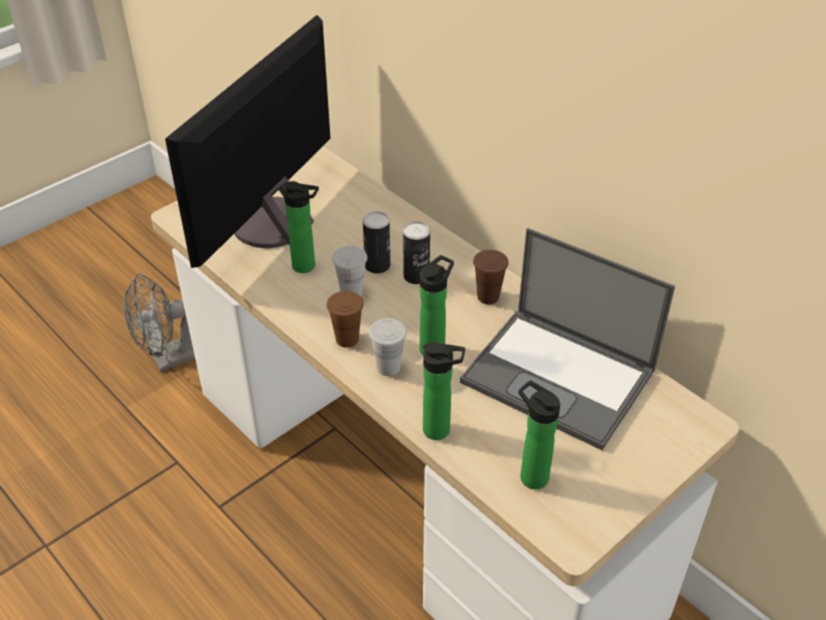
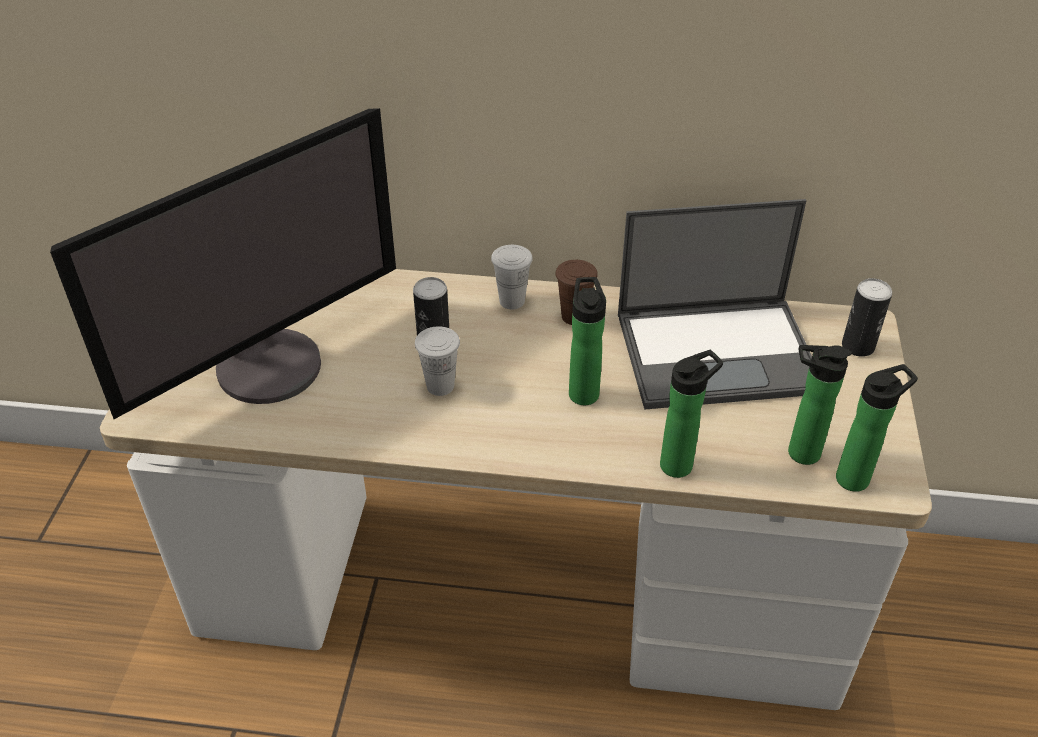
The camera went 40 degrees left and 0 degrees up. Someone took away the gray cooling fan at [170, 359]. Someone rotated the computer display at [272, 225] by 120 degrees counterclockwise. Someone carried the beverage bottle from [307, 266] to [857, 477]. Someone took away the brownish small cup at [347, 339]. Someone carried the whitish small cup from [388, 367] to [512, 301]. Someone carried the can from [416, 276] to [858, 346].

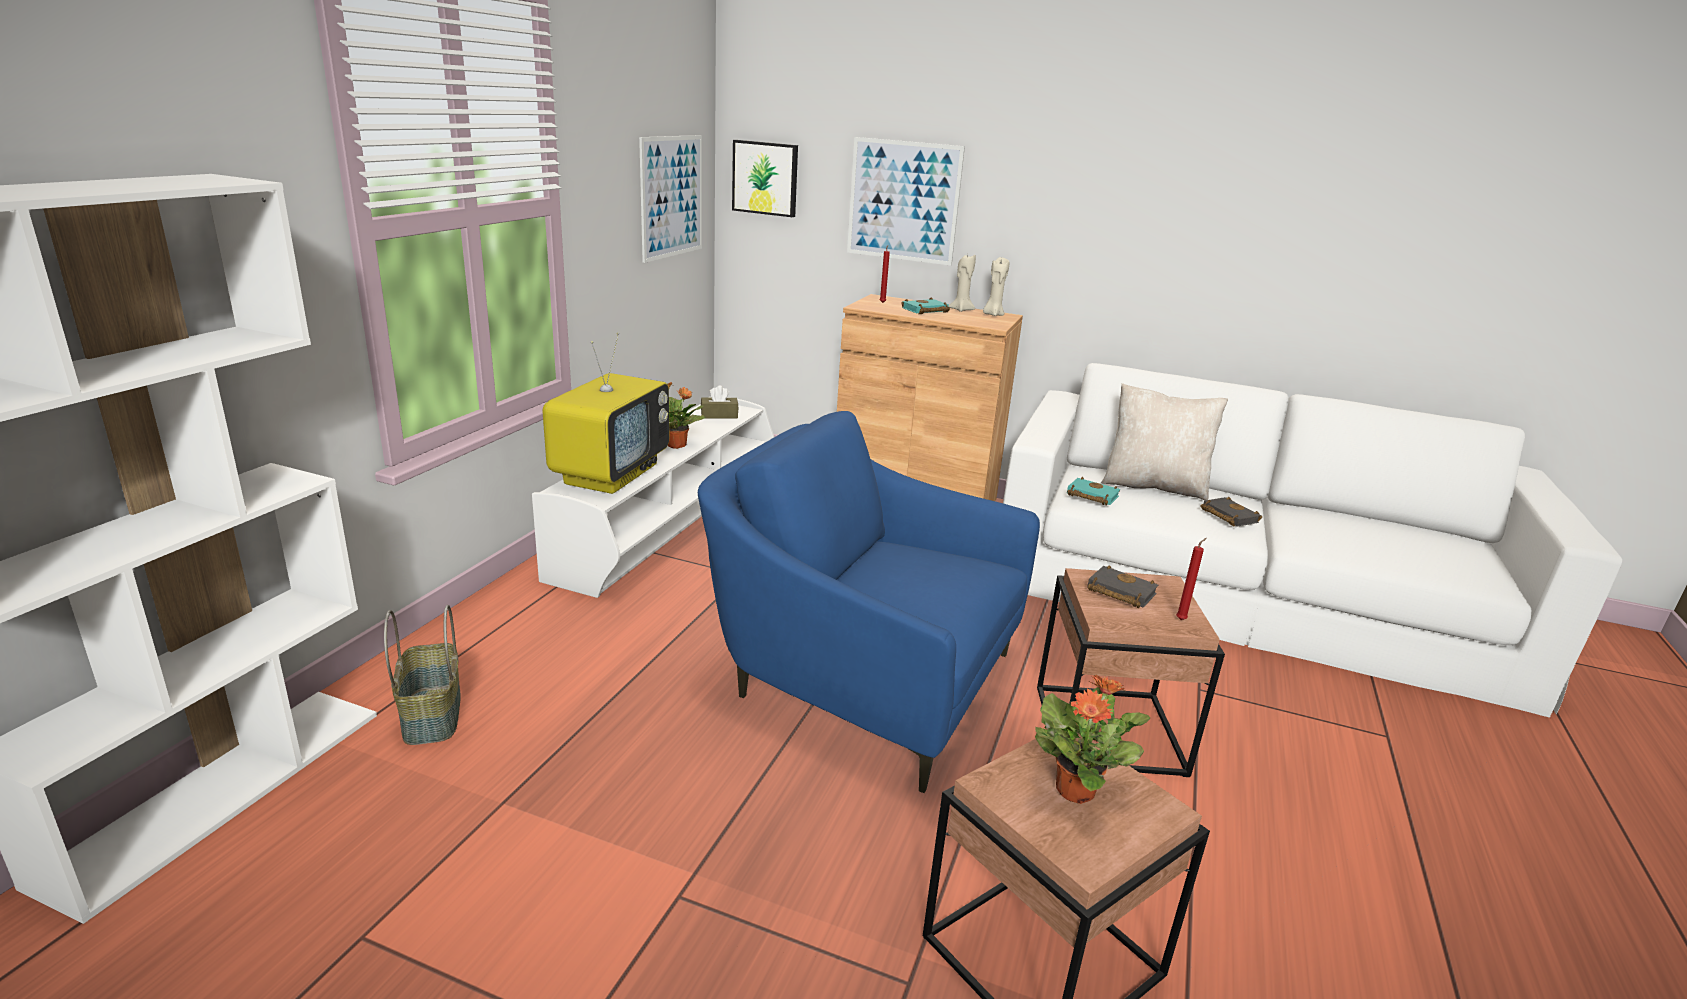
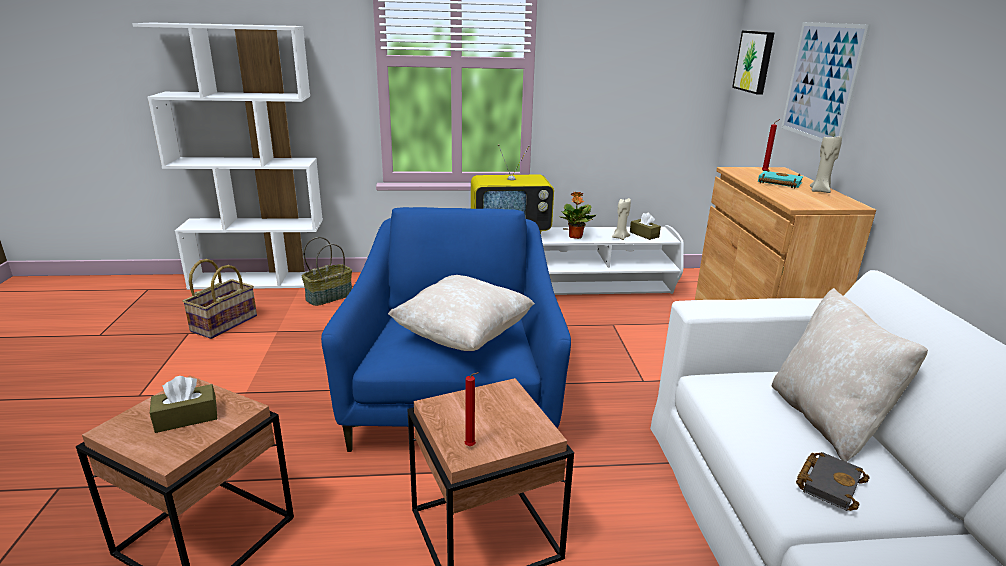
The camera went 65 degrees right and 0 degrees up. Someone took away the picture at [672, 197]. Someone carried the sand-coloured wax light from [993, 314] to [620, 237]. Someone swapped the plant in a pot at [1076, 790] for the brownish box of tissues at [186, 418]. Someone took away the turquoise-coloured volume at [1090, 496]. Someone took away the black volume at [1118, 592]. Someone put down the basket at [224, 323]. Someone put down the sand-coloured throw pillow at [463, 336].

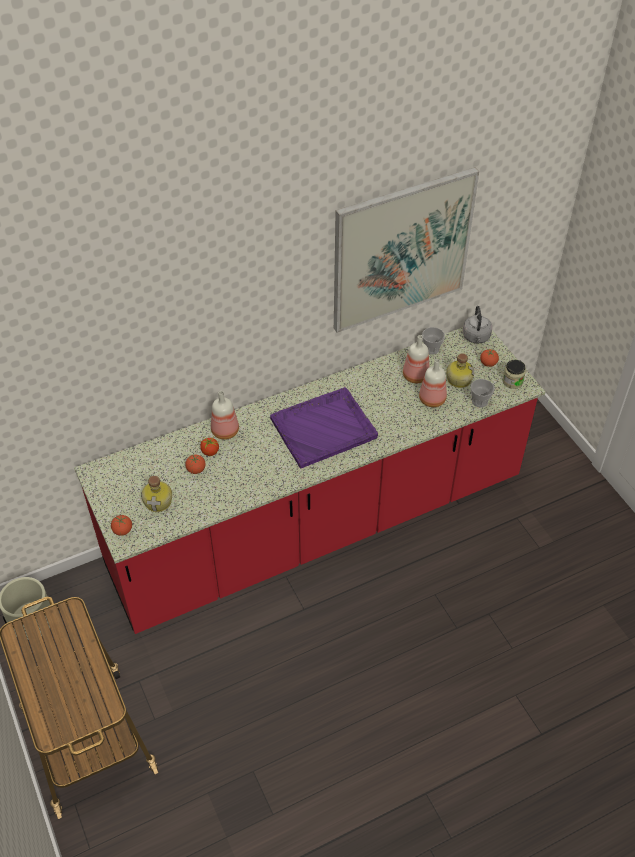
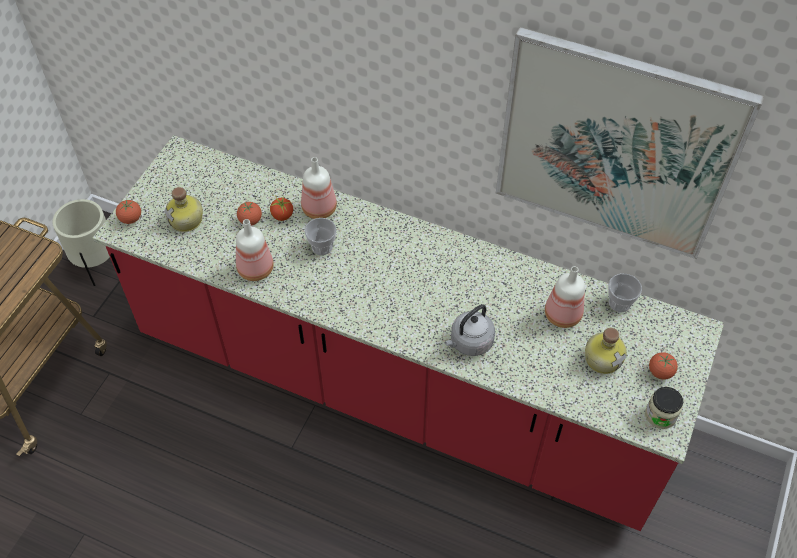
The camera went 50 degrees right and 5 degrees up. Someone took away the purplish serving tray at [324, 428]. Someone carried the beverage bottle from [433, 399] to [256, 270]. Someone carried the gray tea kettle from [476, 337] to [469, 343]. Someone carried the small cup from [479, 401] to [322, 247].

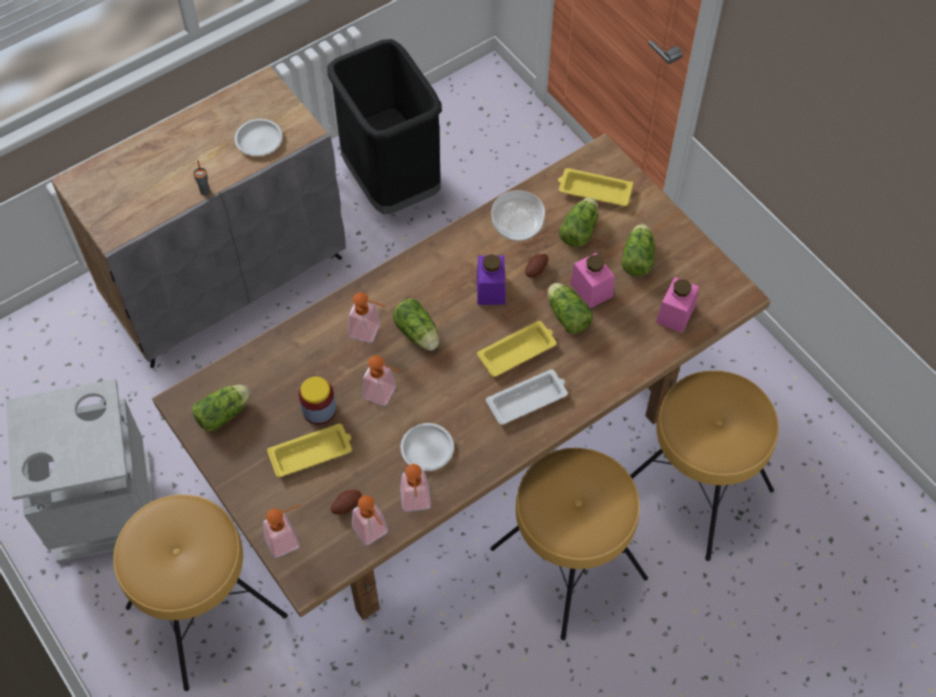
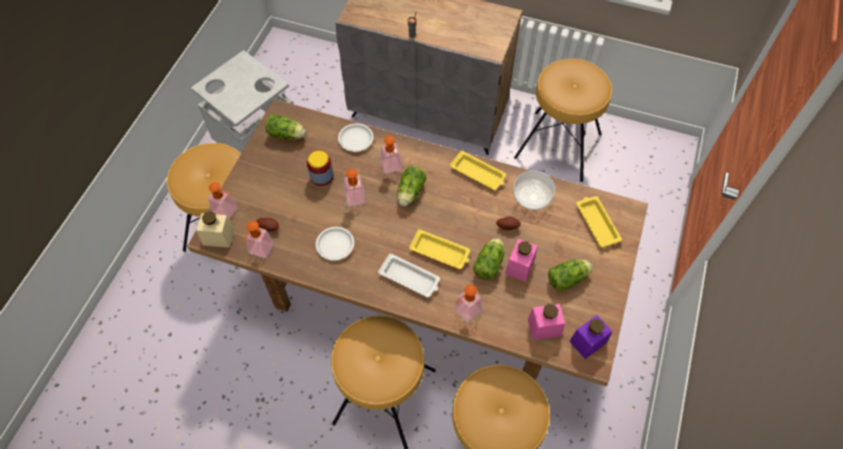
The camera went 55 degrees right and 0 degrees up. Someone carried the whitish flat dish from [258, 140] to [356, 139]. Someone carried the yellow-coloured serving tray from [312, 452] to [478, 173]. Someone swapped the black rubbish bin at [392, 183] for the brownish sitting stool at [558, 146]. Someone carried the soap dispenser from [416, 504] to [464, 313]. Someone carried the purplish preserve jar from [491, 289] to [588, 342]. Someone took away the head of lettuce at [580, 229]. Someone put down the sand-coloured preserve jar at [218, 237].

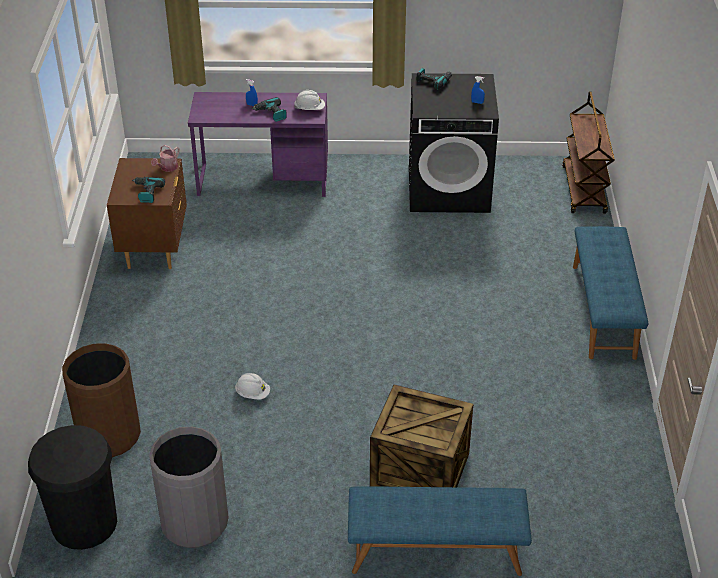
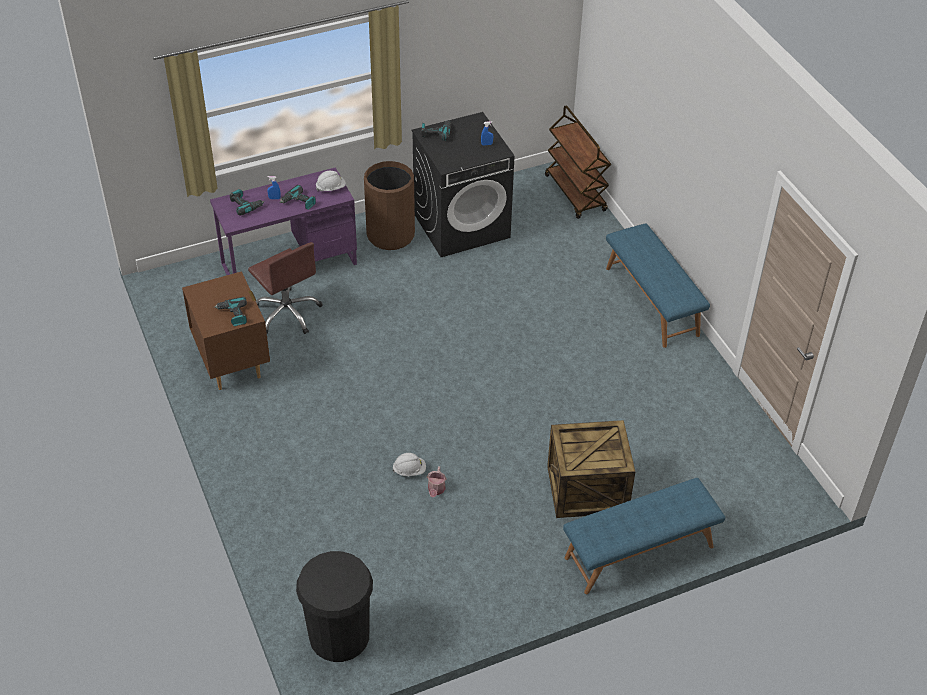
The camera went 25 degrees left and 5 degrees up. Someone carried the brownish rubbish bin from [109, 435] to [390, 235]. Someone took away the gray rubbish bin at [194, 522]. Someone carried the watering pot from [167, 168] to [436, 490]. Someone put down the electric drill at [245, 205]. Someone put down the brownish office chair at [287, 313].

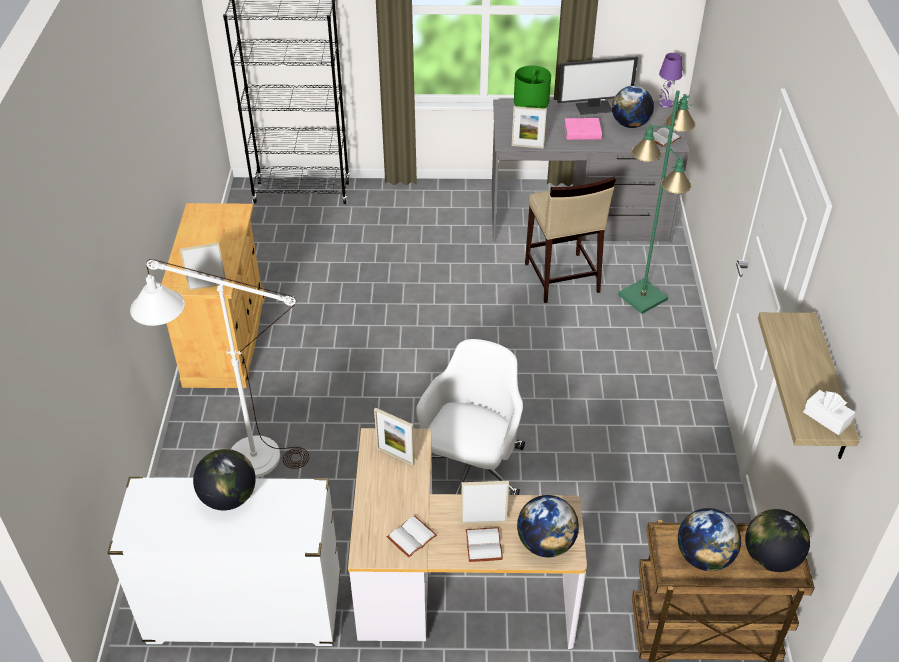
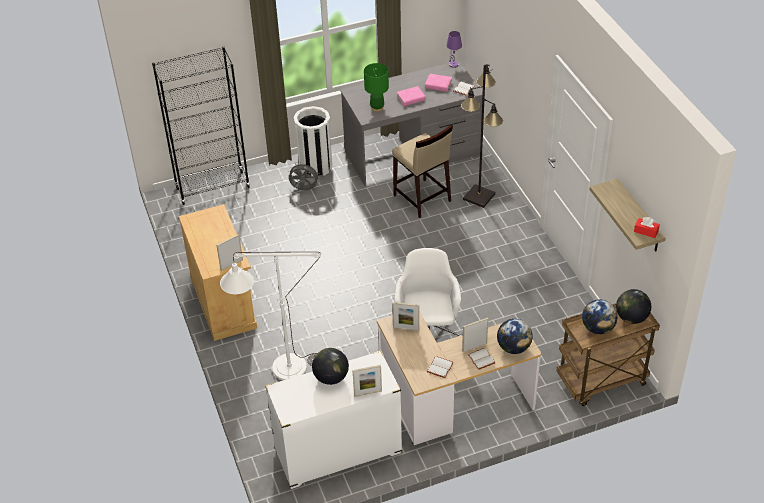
The camera went 20 degrees left and 0 degrees up. Someone carried the photo frame from [527, 146] to [368, 393]. Someone took away the computer display at [594, 107]. Someone swapped the desk globe at [630, 124] for the pink-coloured volume at [438, 85]. Someone repainted the green-coloured standing lamp at [643, 297], which became the black standing lamp at [479, 196]. Someone repainted the whitish box of tissues at [826, 418], which became the reddish box of tissues at [646, 231]. Someone put down the gray cooling fan at [304, 189]. Someone put down the whitish rubbish bin at [315, 166].

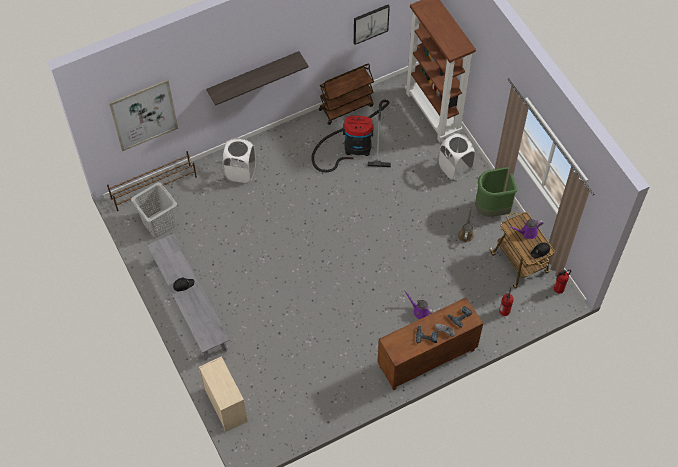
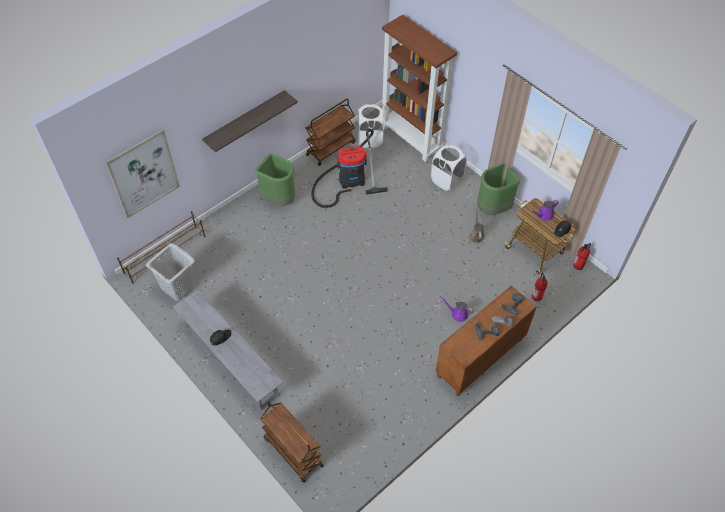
The camera went 15 degrees left and 5 degrees down. Someone swapped the sand-coloured dresser at [225, 405] for the brownish cart at [292, 452]. Someone carried the whitish laundry basket from [241, 172] to [370, 139]. Someone took away the picture at [370, 23]. Someone put down the green-coloured rubbish bin at [279, 199].

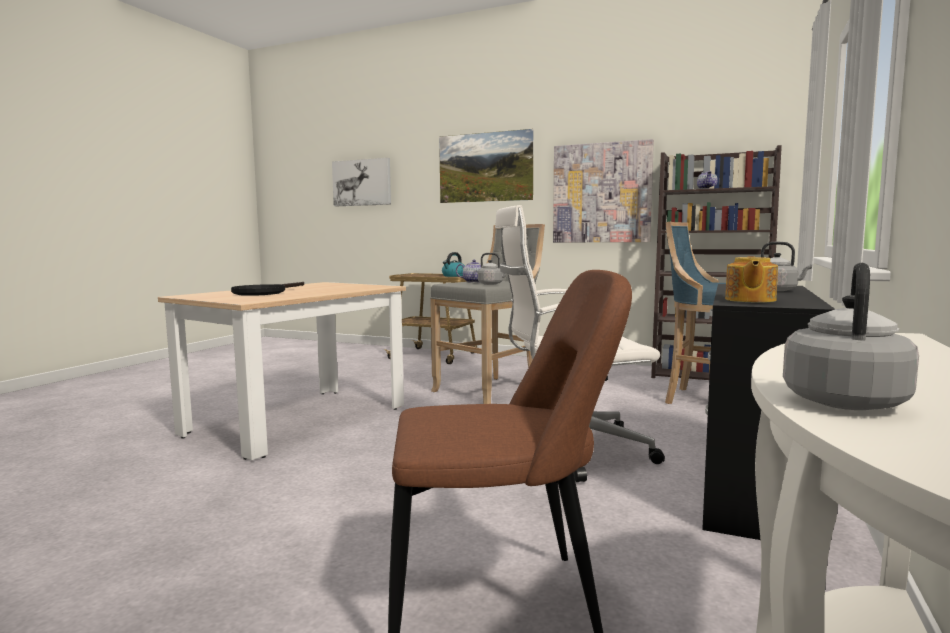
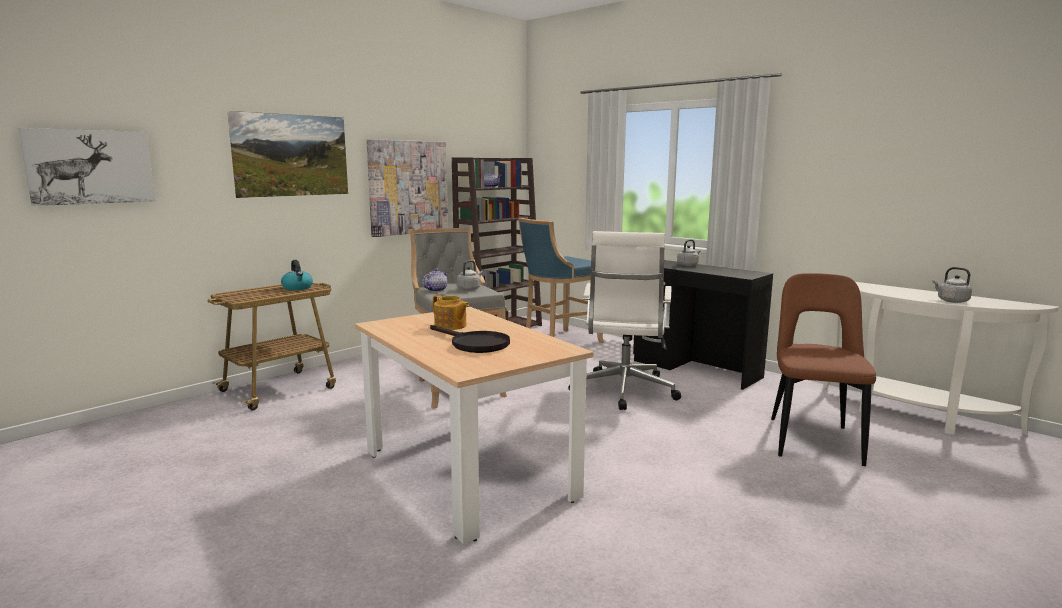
The camera went 70 degrees left and 5 degrees up. Someone carried the teapot from [749, 300] to [450, 326].

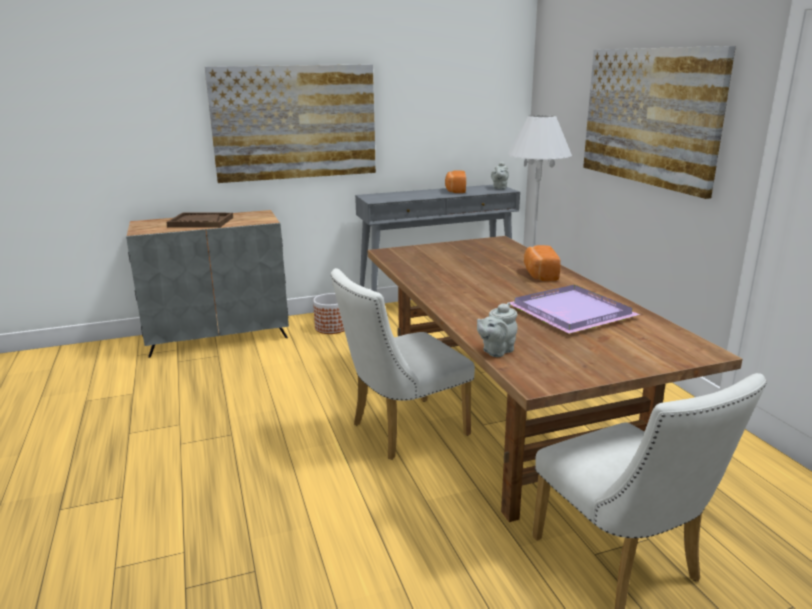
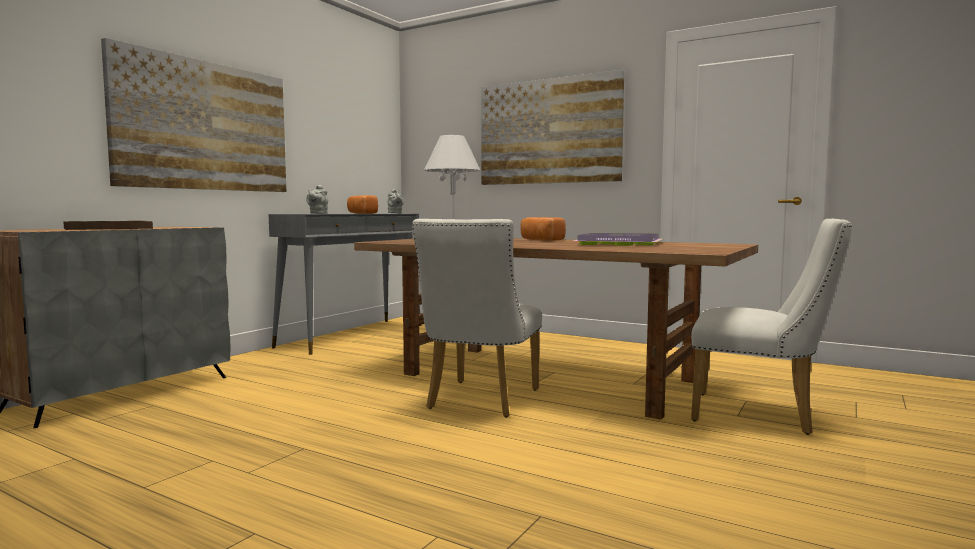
The camera went 40 degrees left and 15 degrees down. Someone took away the planter at [331, 327]. Someone carried the gray teapot from [496, 351] to [318, 213].

